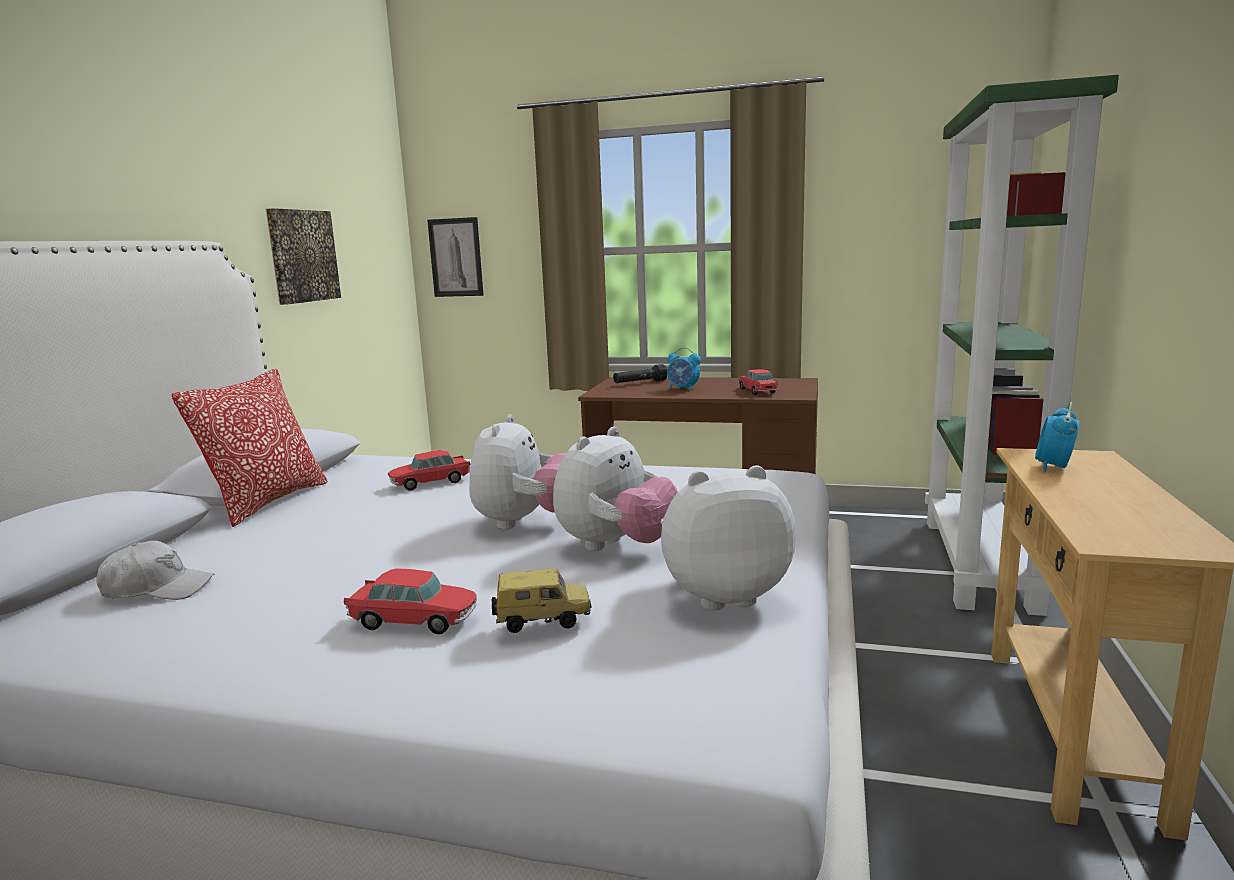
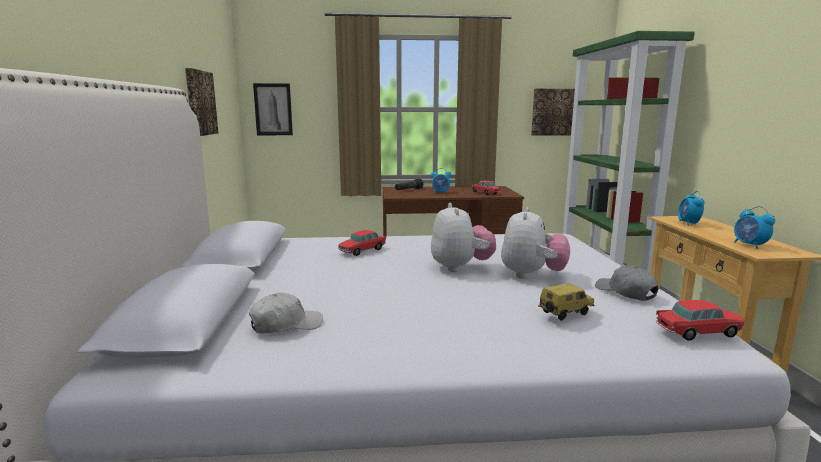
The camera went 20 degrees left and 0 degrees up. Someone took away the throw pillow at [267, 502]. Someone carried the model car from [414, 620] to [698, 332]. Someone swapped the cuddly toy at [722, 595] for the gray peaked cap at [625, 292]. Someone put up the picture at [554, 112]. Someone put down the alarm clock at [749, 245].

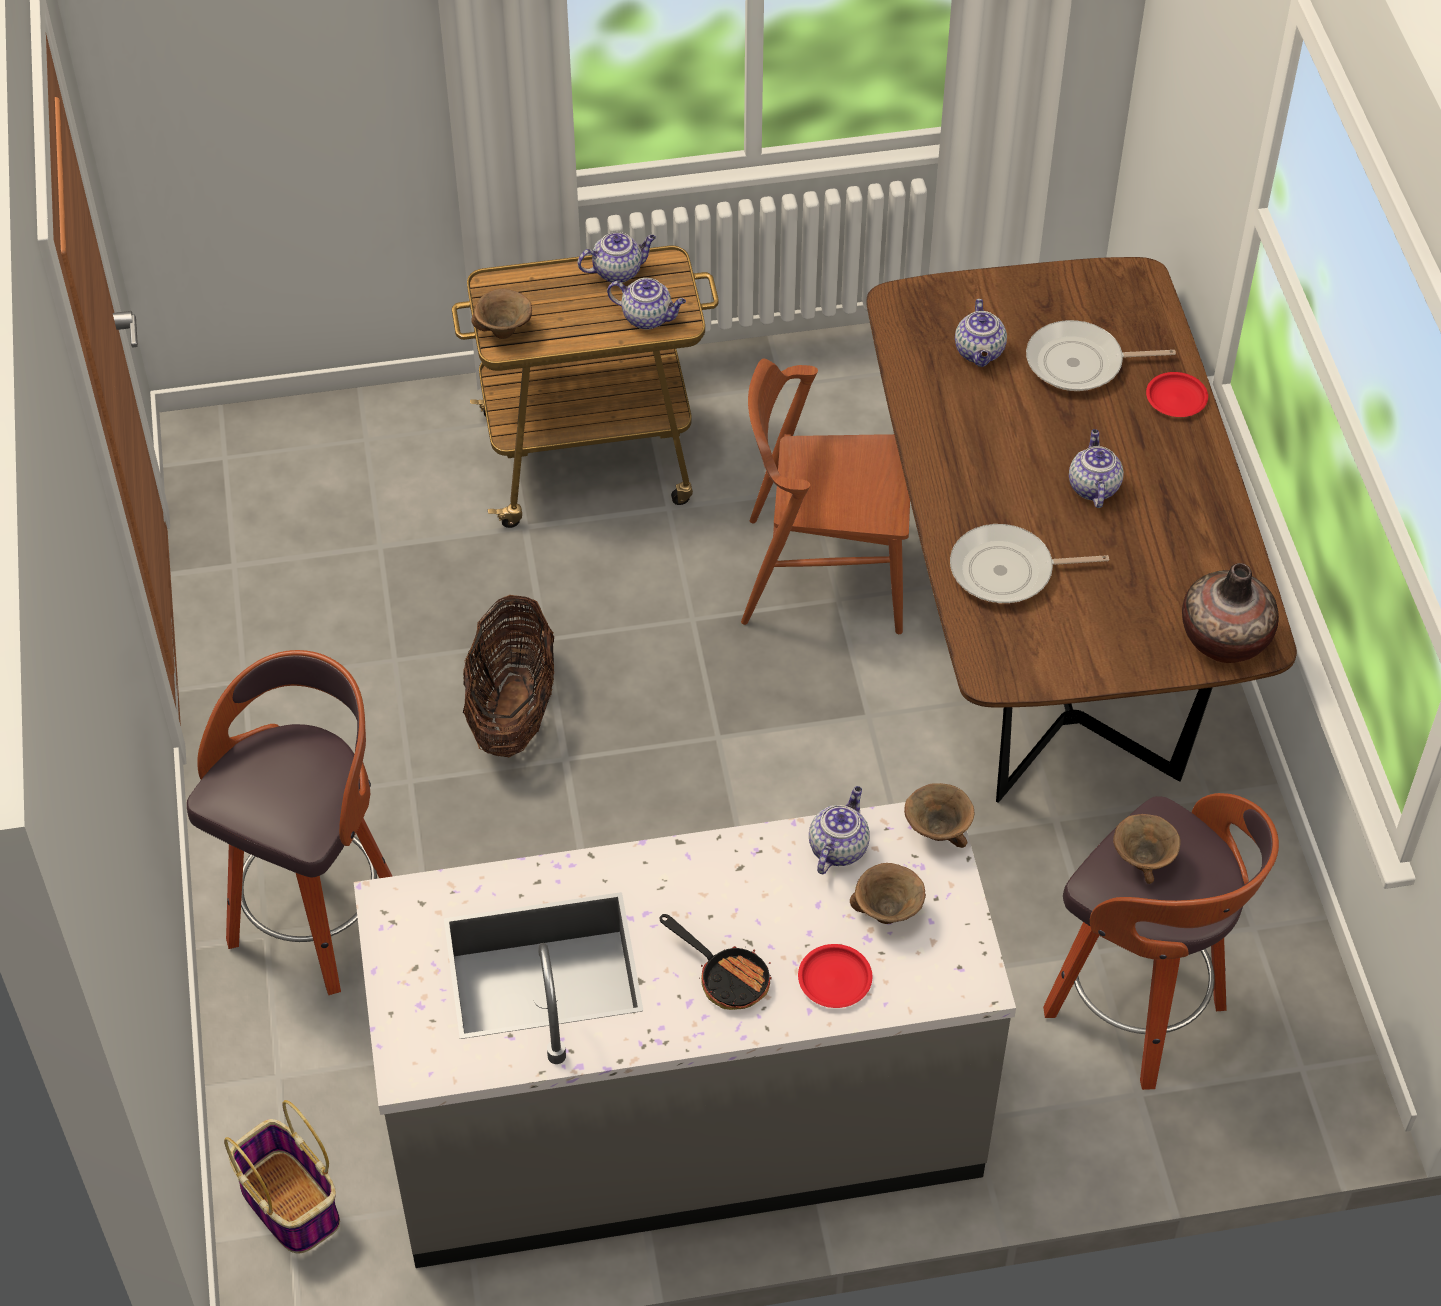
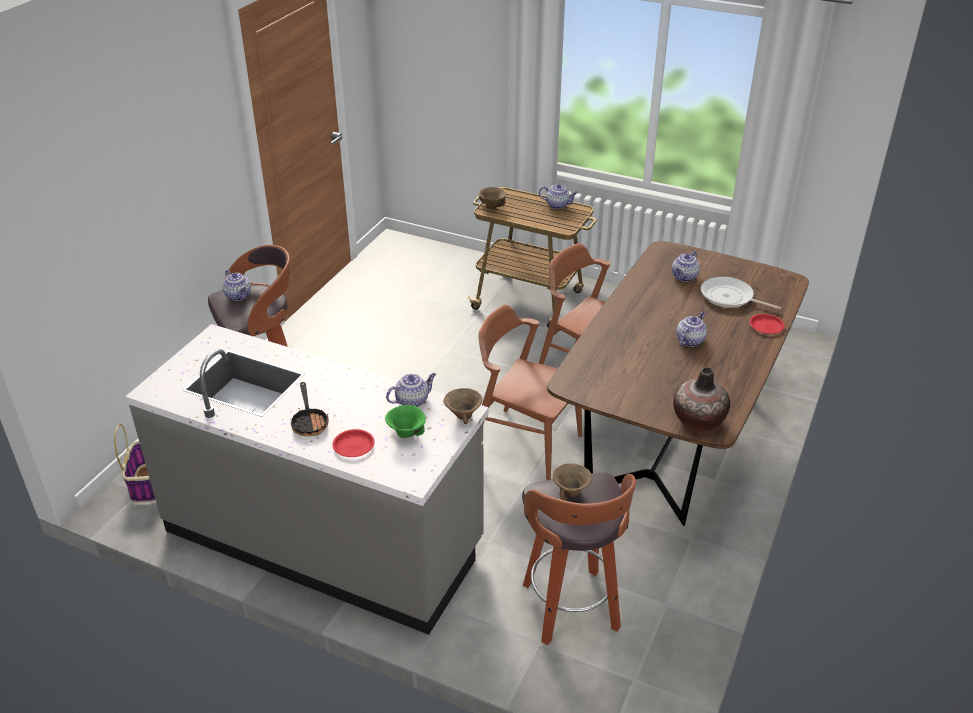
The camera went 35 degrees right and 15 degrees down. Someone took away the basket at [512, 710]. Someone carried the teapot from [648, 317] to [238, 296]. Someone repainted the brownish bowl at [887, 913], which became the green-coloured bowl at [405, 434]. Someone took away the frying pan at [1008, 571]. Someone put down the brownish chair at [525, 444].

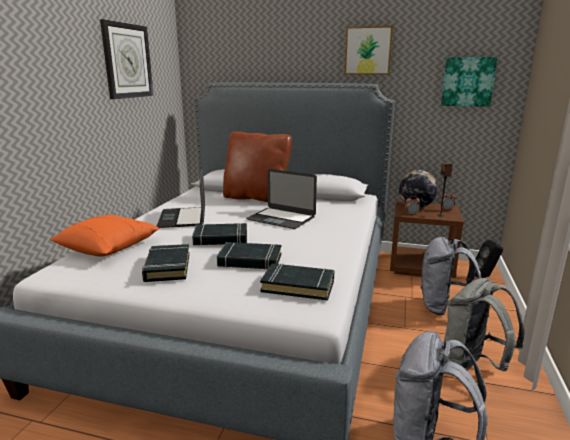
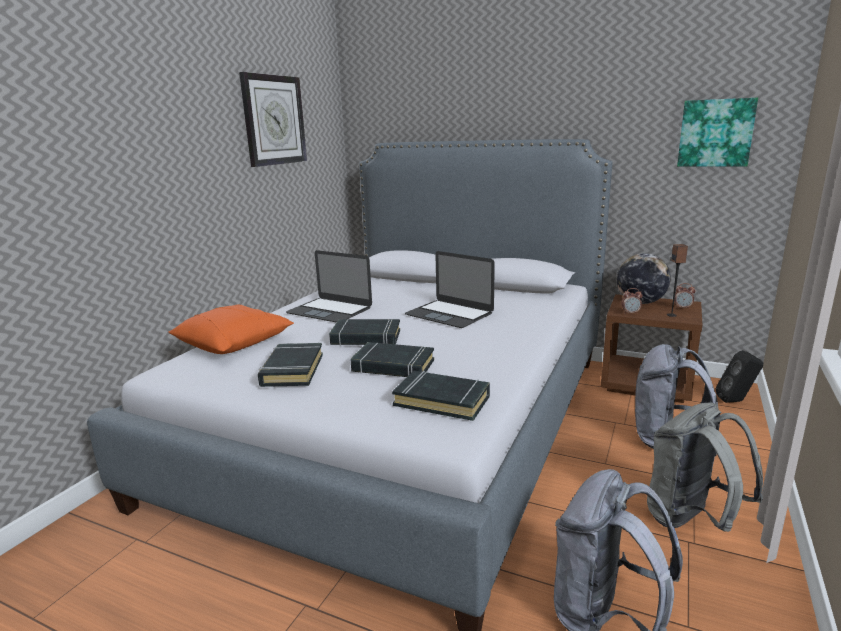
The camera went 10 degrees right and 0 degrees up. Someone rotated the laptop at [183, 217] by 60 degrees counterclockwise. Someone took away the brownish throw pillow at [257, 198]. Someone took away the picture at [368, 51].

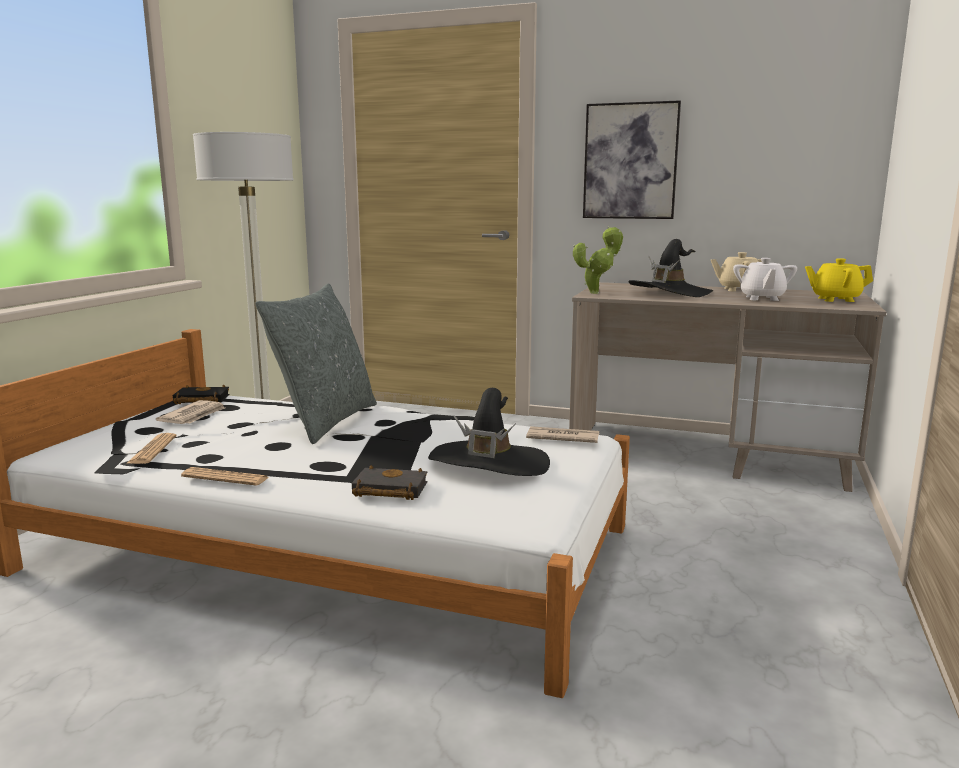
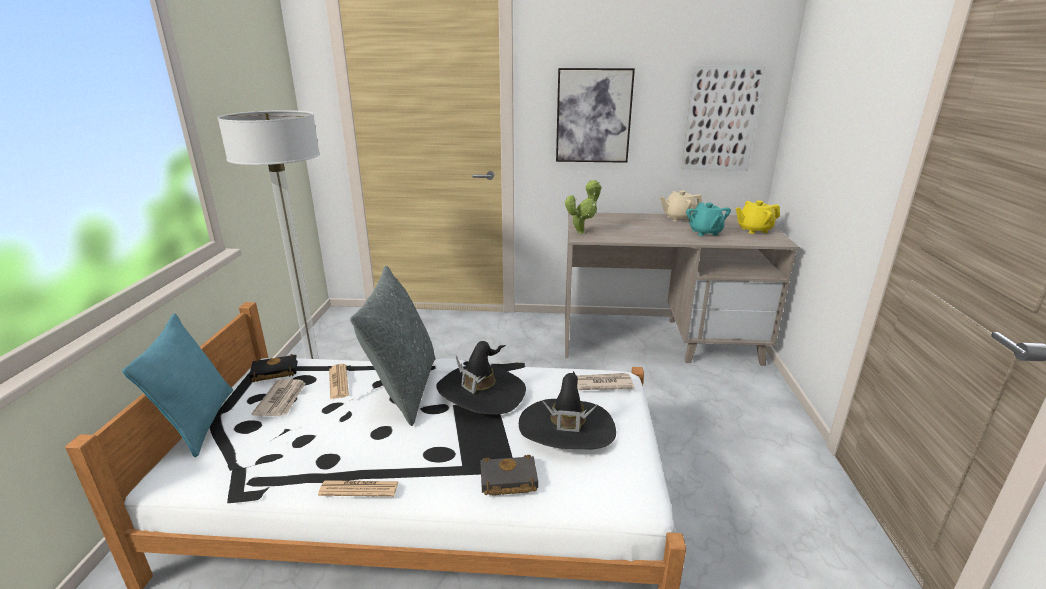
The camera went 15 degrees left and 10 degrees up. Someone carried the printed paper from [152, 450] to [338, 382]. Someone carried the black wearable hat from [669, 293] to [481, 392]. Someone repainted the whitish teapot at [762, 298], which became the turquoise-coloured teapot at [705, 232]. Someone put down the turquoise-coloured throw pillow at [199, 423]. Someone put up the picture at [721, 119].

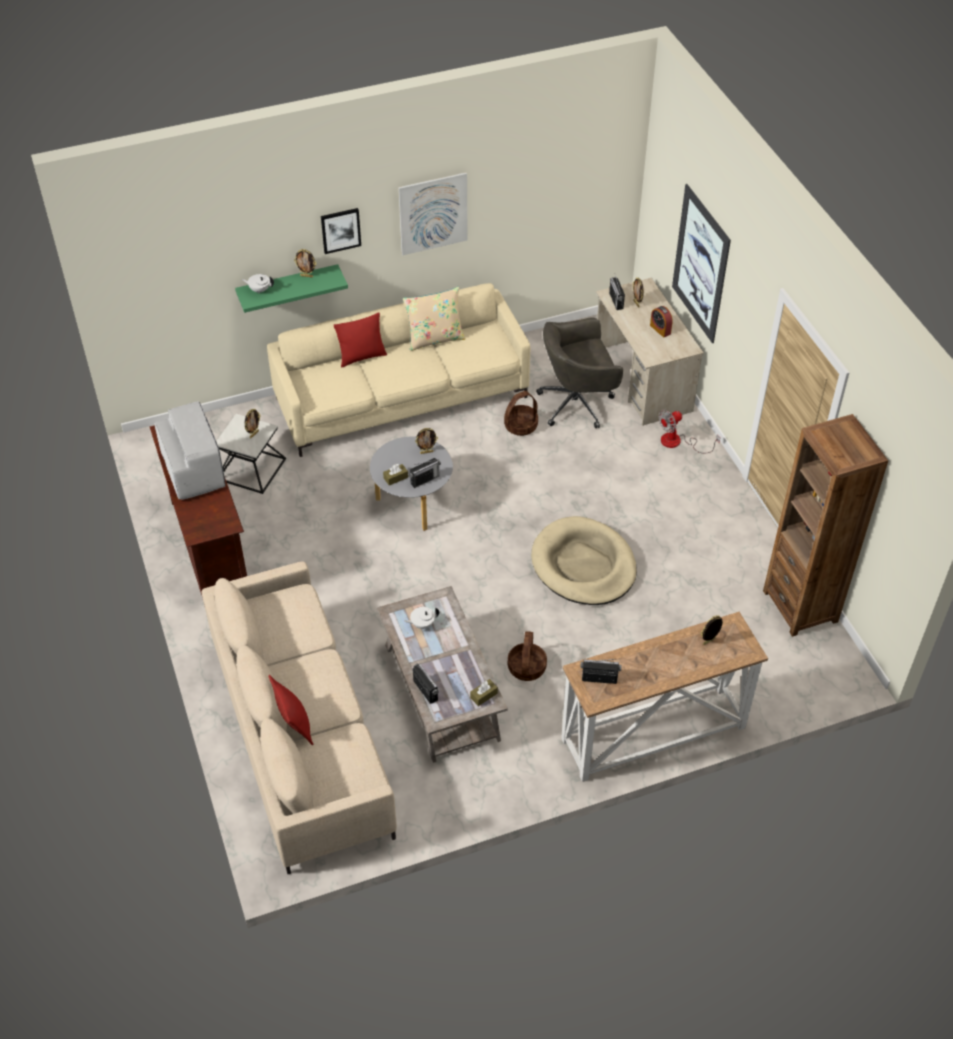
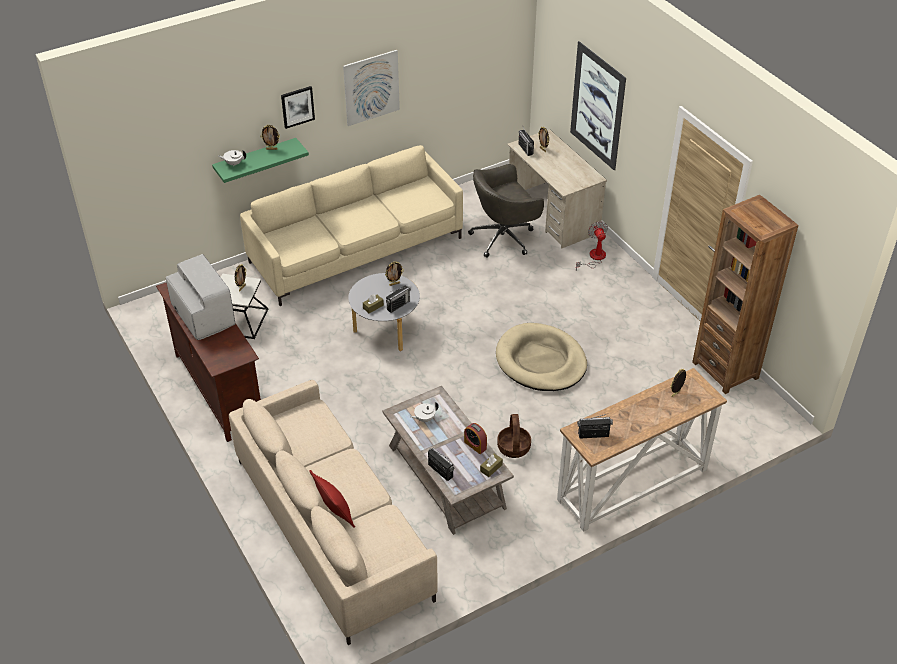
The camera went 10 degrees left and 5 degrees down. Someone took away the reddish throw pillow at [362, 357]. Someone took away the sand-coloured throw pillow at [434, 339]. Someone took away the basket at [520, 426]. Someone carried the alarm clock from [660, 329] to [475, 445]. Someone rotated the cooling fan at [678, 442] by 120 degrees clockwise.

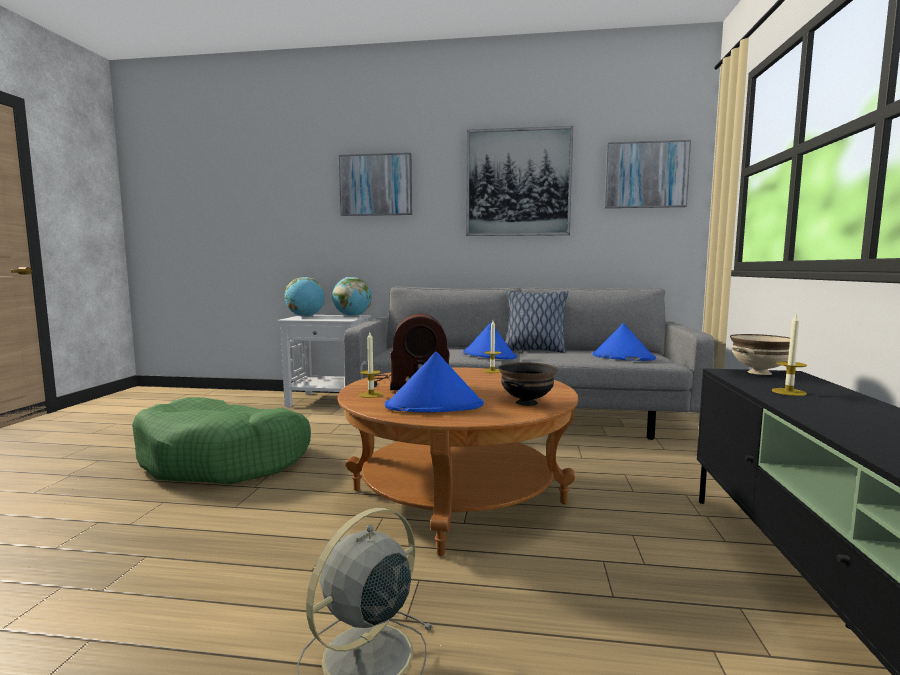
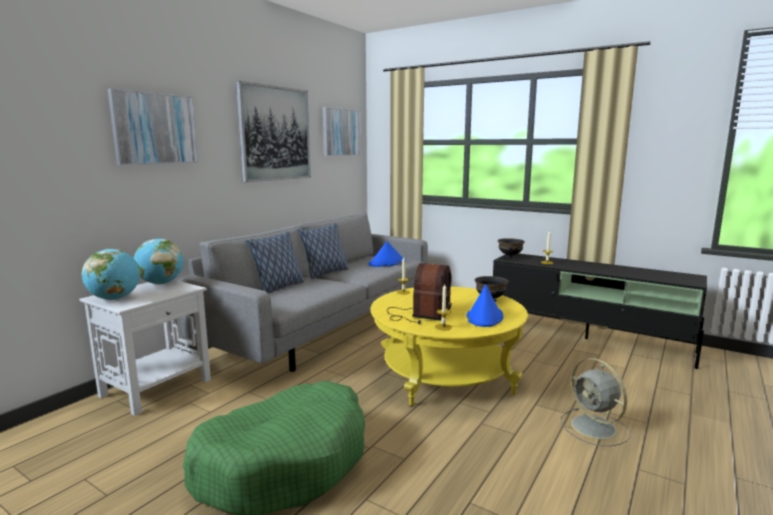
The camera went 65 degrees left and 5 degrees up. Someone repainted the brownish low table at [457, 496], which became the yellow-coloured low table at [445, 375]. Someone took away the bluish wearable hat at [489, 355]. Someone repainted the sand-coloured bowl at [759, 372], which became the black bowl at [509, 256]. Someone put down the throw pillow at [278, 287].

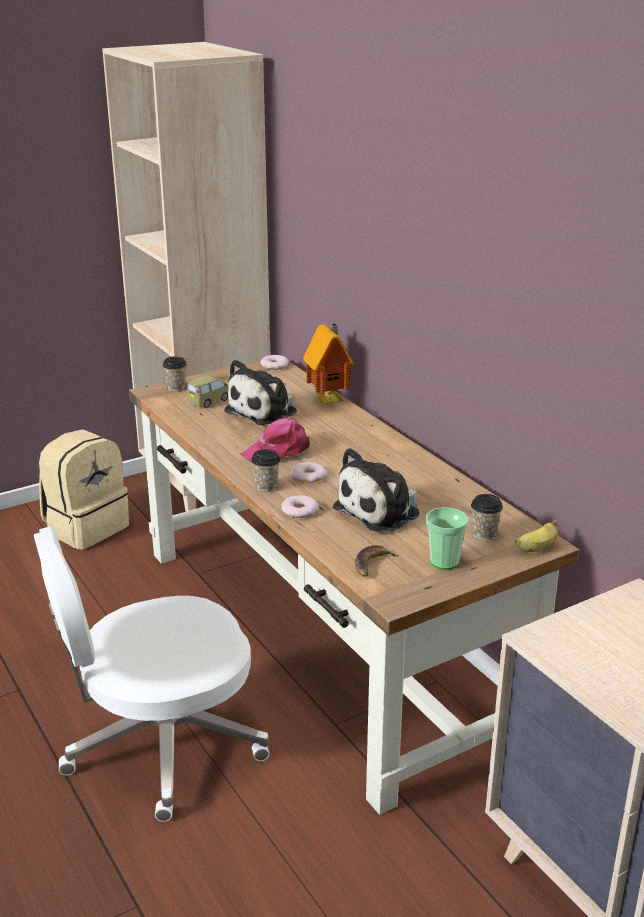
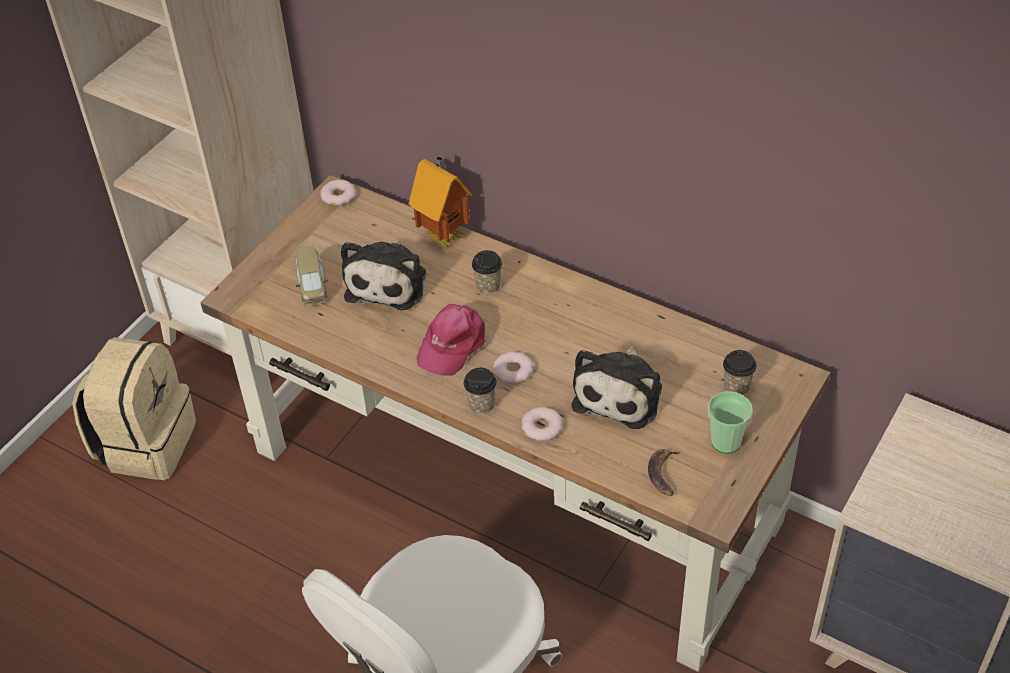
The camera went 25 degrees left and 20 degrees up. Someone carried the small cup from [176, 388] to [488, 286]. Someone rotated the model car at [209, 401] by 150 degrees clockwise. Someone took away the banana fruit at [536, 548].

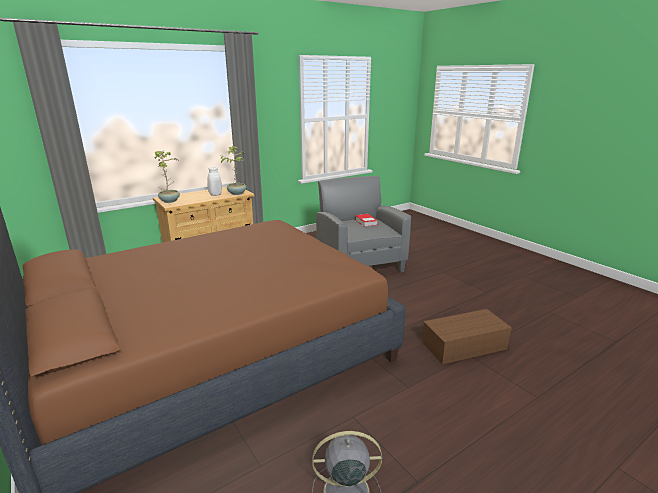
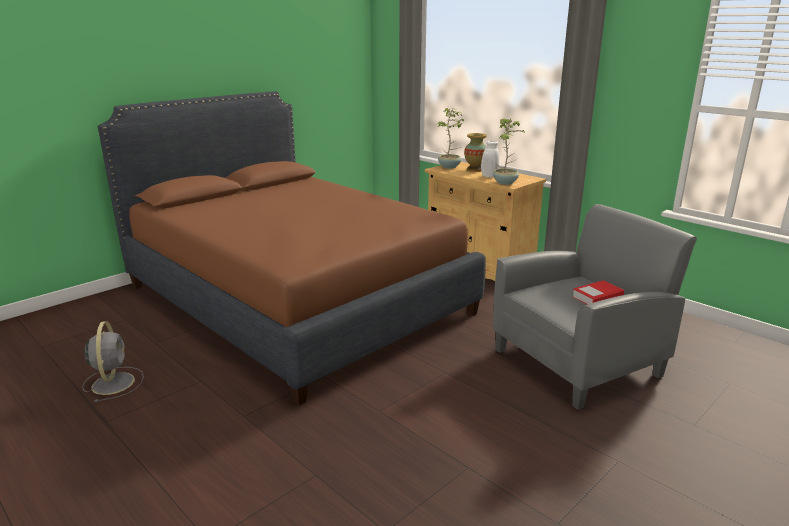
The camera went 80 degrees right and 0 degrees up. Someone took away the brownish storage container at [463, 346]. Someone put down the flower vase at [475, 170].

